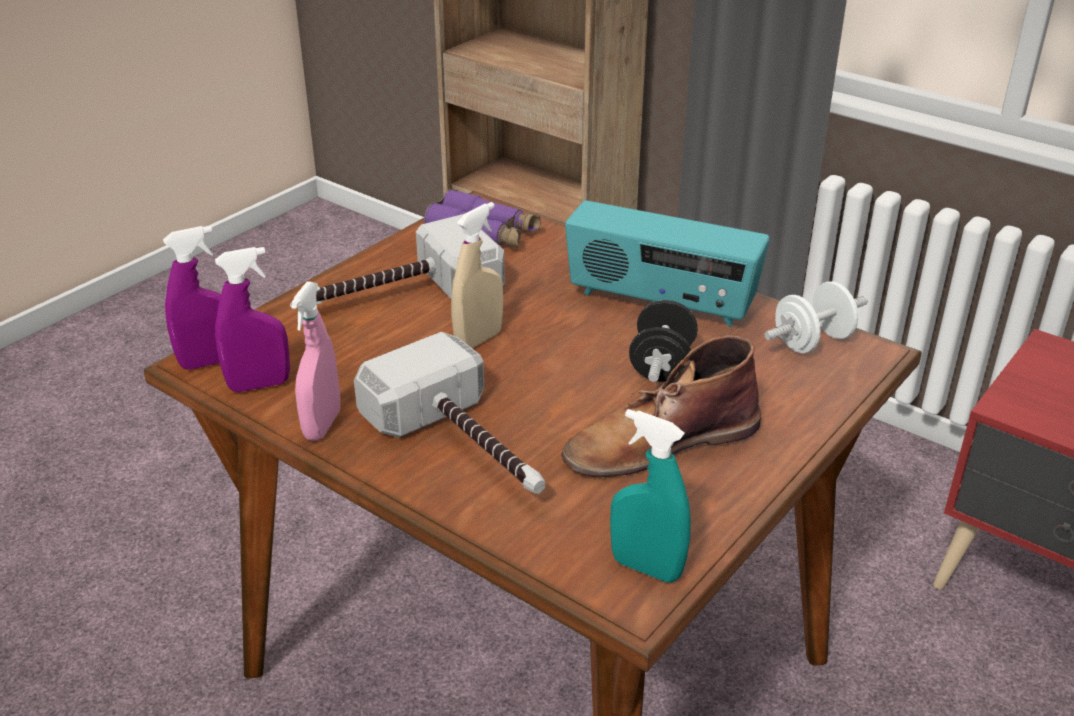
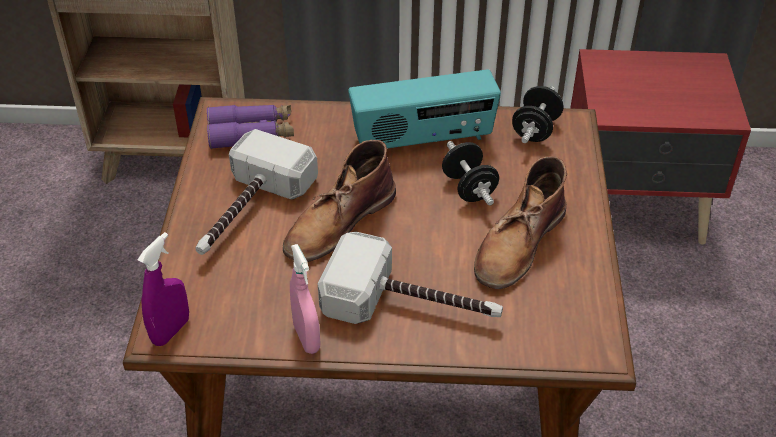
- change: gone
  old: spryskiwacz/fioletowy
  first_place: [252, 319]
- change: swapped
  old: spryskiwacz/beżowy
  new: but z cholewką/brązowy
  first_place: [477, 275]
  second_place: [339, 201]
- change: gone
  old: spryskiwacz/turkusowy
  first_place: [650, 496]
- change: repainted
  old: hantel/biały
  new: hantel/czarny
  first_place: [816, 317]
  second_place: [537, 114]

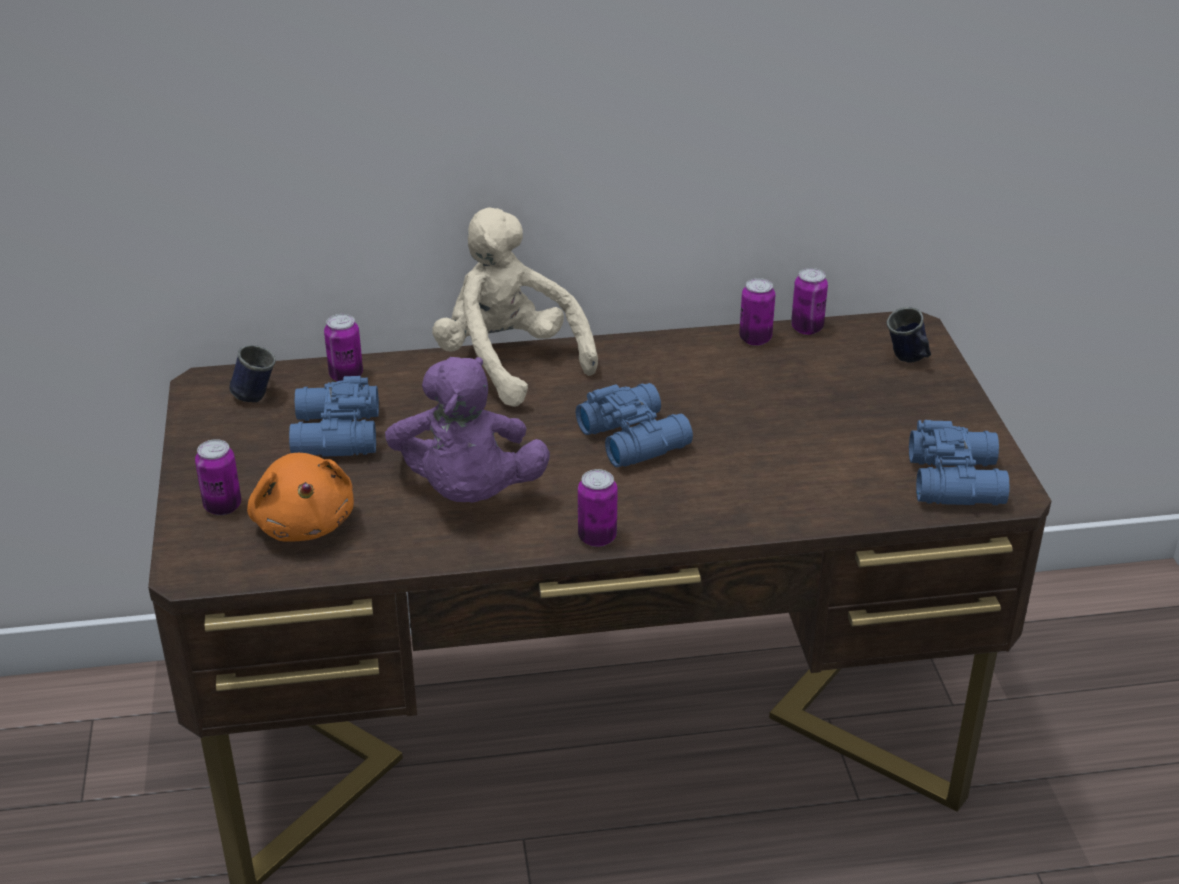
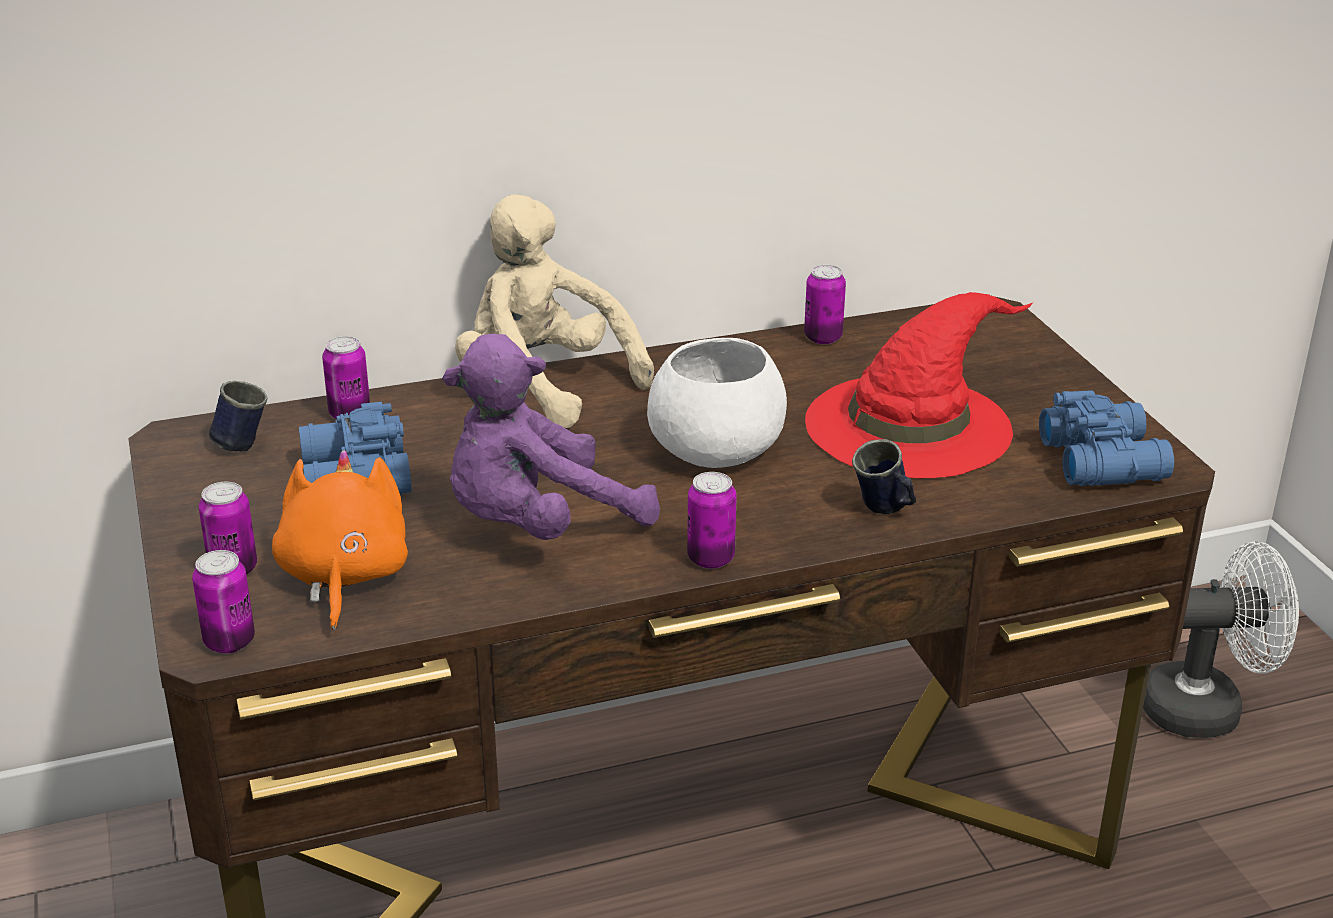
- change: rotated
  old: pluszak/pomarańczowy
  first_place: [300, 497]
  second_place: [340, 540]
  degrees: -150
- change: rotated
  old: pluszak/fioletowy
  first_place: [467, 430]
  second_place: [551, 437]
  degrees: 75
- change: swapped
  old: lornetka/niebieski
  new: miska/biały
  first_place: [634, 425]
  second_place: [717, 403]
- change: shifted
  old: puszka
  first_place: [809, 301]
  second_place: [223, 601]
- change: shifted
  old: kubek/niebieski
  first_place: [909, 335]
  second_place: [884, 476]
- change: new
  new: kapelusz/czerwony
  second_place: [919, 385]
- change: new
  new: wentylator/biały
  second_place: [1221, 639]

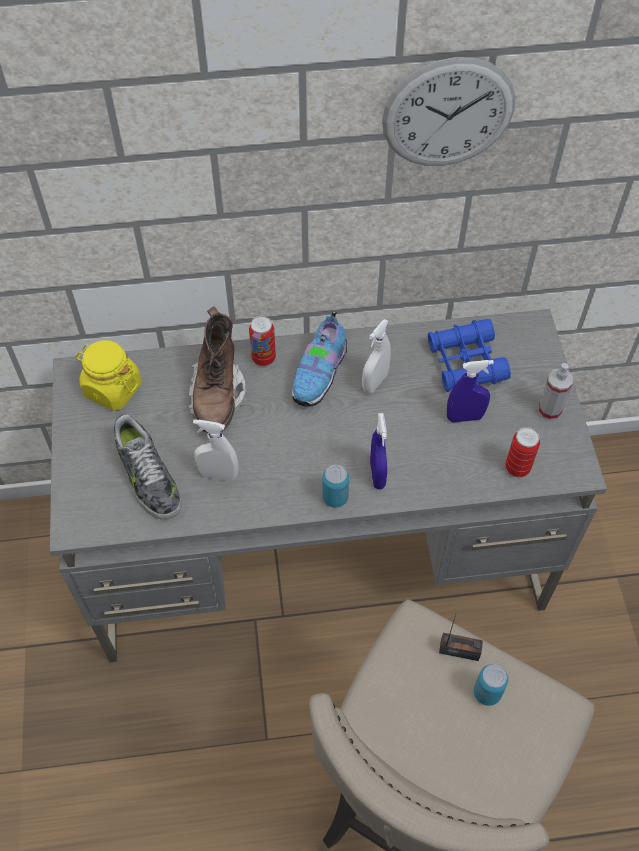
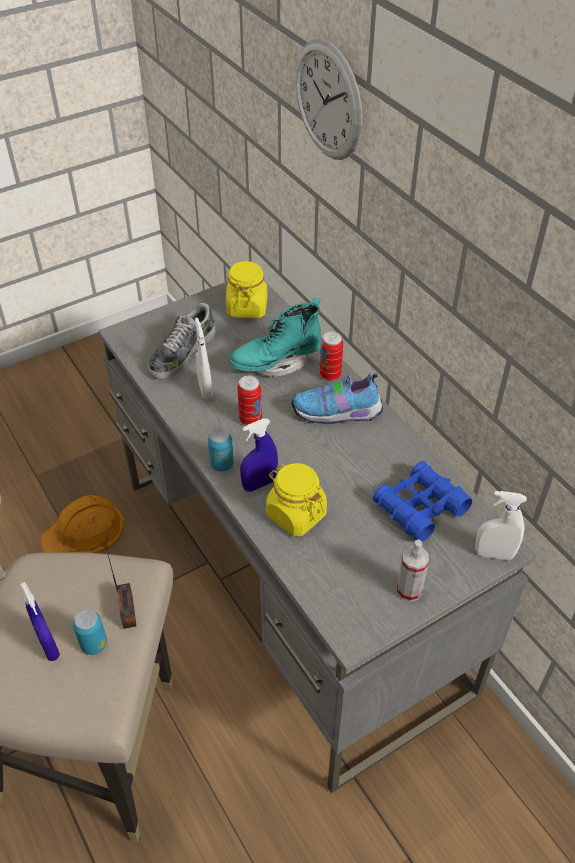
- change: repainted
  old: but z cholewką/brązowy
  new: but z cholewką/turkusowy
  first_place: [217, 370]
  second_place: [275, 337]
- change: shifted
  old: spryskiwacz/biały
  first_place: [376, 356]
  second_place: [501, 525]
- change: shifted
  old: zegar ścienny
  first_place: [448, 111]
  second_place: [328, 99]
- change: shifted
  old: spryskiwacz/niebieski
  first_place: [470, 391]
  second_place: [40, 621]
- change: shifted
  old: puszka
  first_place: [522, 452]
  second_place: [249, 400]
- change: new
  new: kask/pomarańczowy
  second_place: [82, 524]
- change: new
  new: słoik/żółty
  second_place: [296, 499]

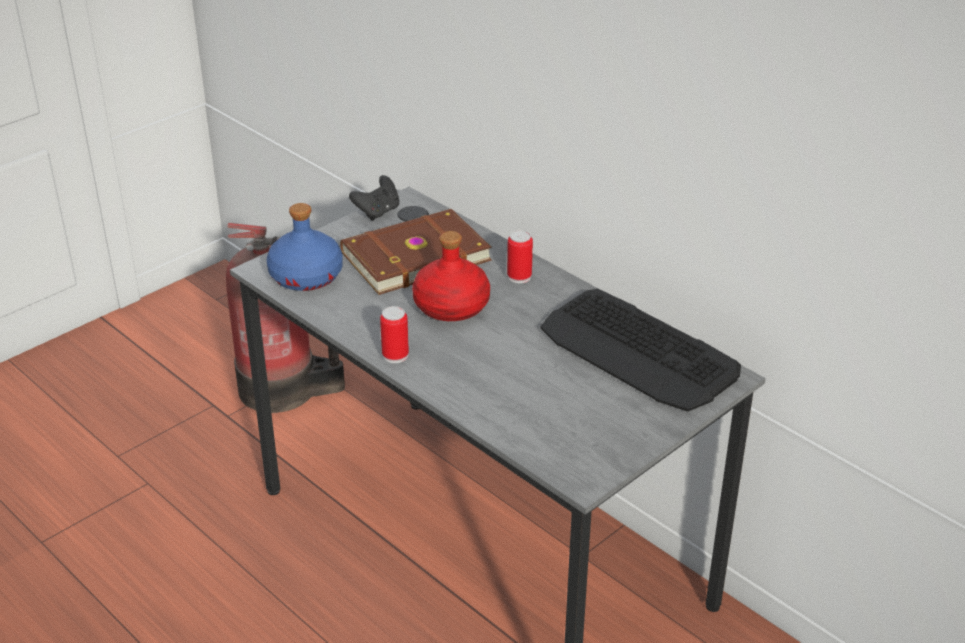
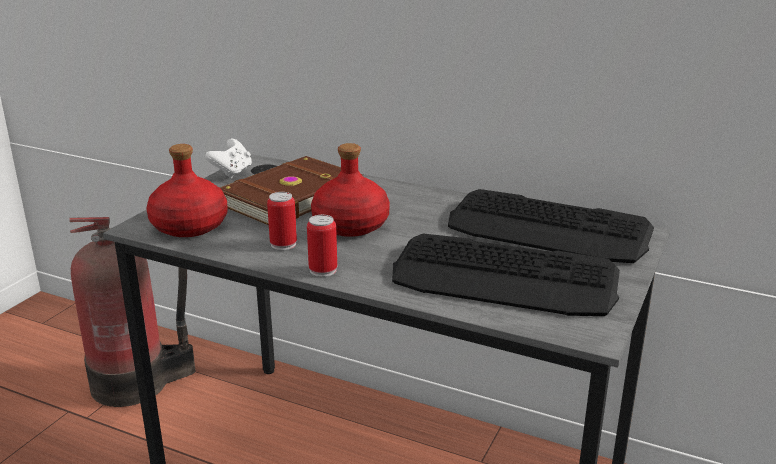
- change: repainted
  old: butelka/niebieski
  new: butelka/czerwony
  first_place: [305, 247]
  second_place: [187, 190]
- change: repainted
  old: pad do gier/czarny
  new: pad do gier/biały
  first_place: [374, 198]
  second_place: [228, 158]
- change: shifted
  old: puszka
  first_place: [520, 256]
  second_place: [282, 221]
- change: new
  new: klawiatura
  second_place: [506, 274]

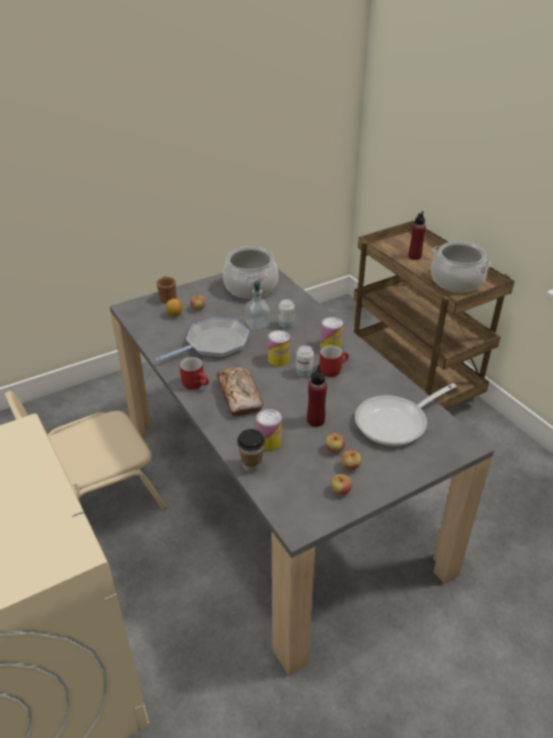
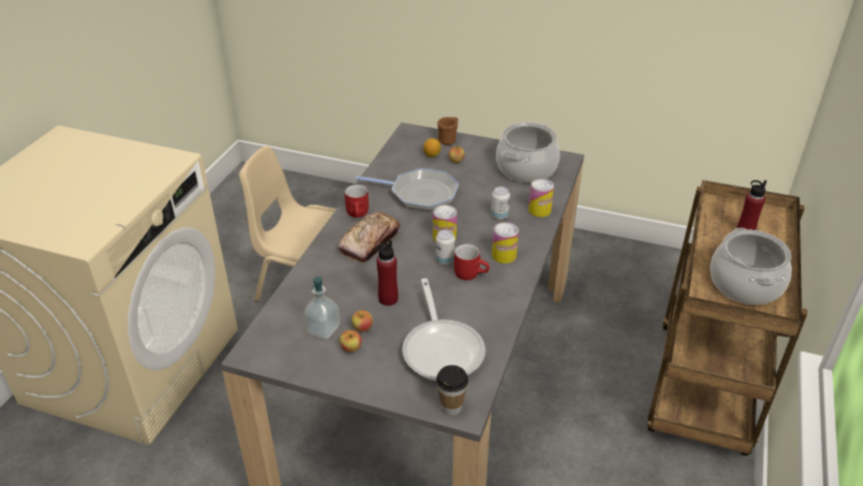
- change: shifted
  old: filiżanka
  first_place: [251, 451]
  second_place: [452, 390]
- change: shifted
  old: dozownik mydła
  first_place: [257, 305]
  second_place: [322, 308]
- change: shifted
  old: puszka
  first_place: [269, 430]
  second_place: [541, 198]
- change: gone
  old: jabłko
  first_place: [341, 485]
- change: rotated
  old: patelnia
  first_place: [406, 414]
  second_place: [444, 329]
  degrees: -120

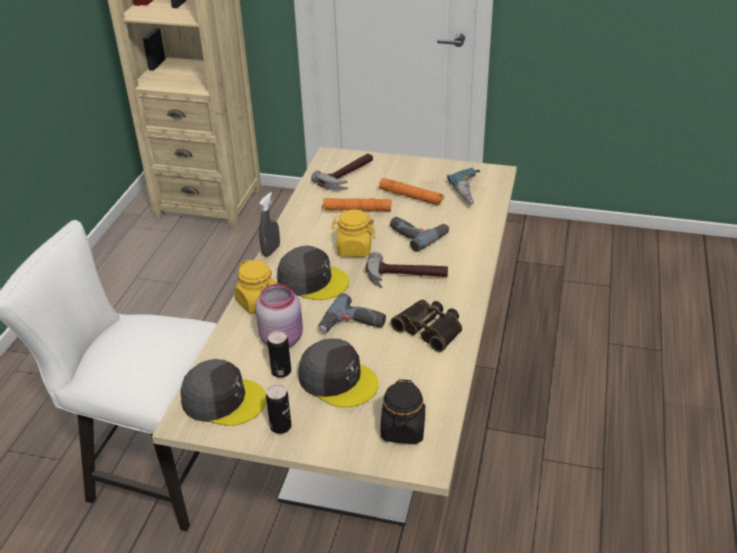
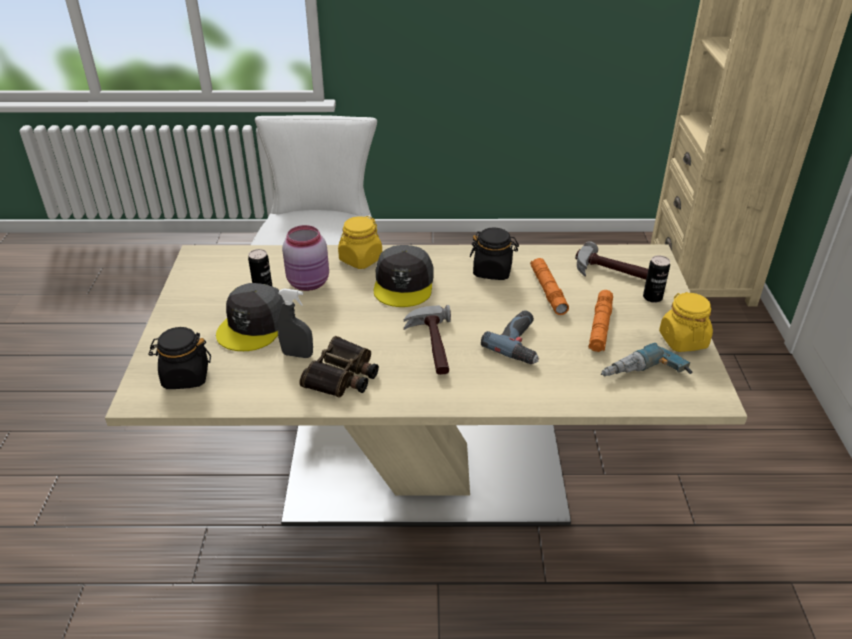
- change: gone
  old: czapka z daszkiem/szary
  first_place: [223, 392]
- change: shifted
  old: spryskiwacz/szary
  first_place: [269, 224]
  second_place: [295, 323]
- change: shifted
  old: puszka
  first_place: [279, 409]
  second_place: [656, 279]
- change: gone
  old: wiertarka
  first_place: [352, 313]
- change: shifted
  old: słoik/żółty
  first_place: [353, 233]
  second_place: [686, 322]
- change: new
  new: słoik/czarny
  second_place: [494, 253]

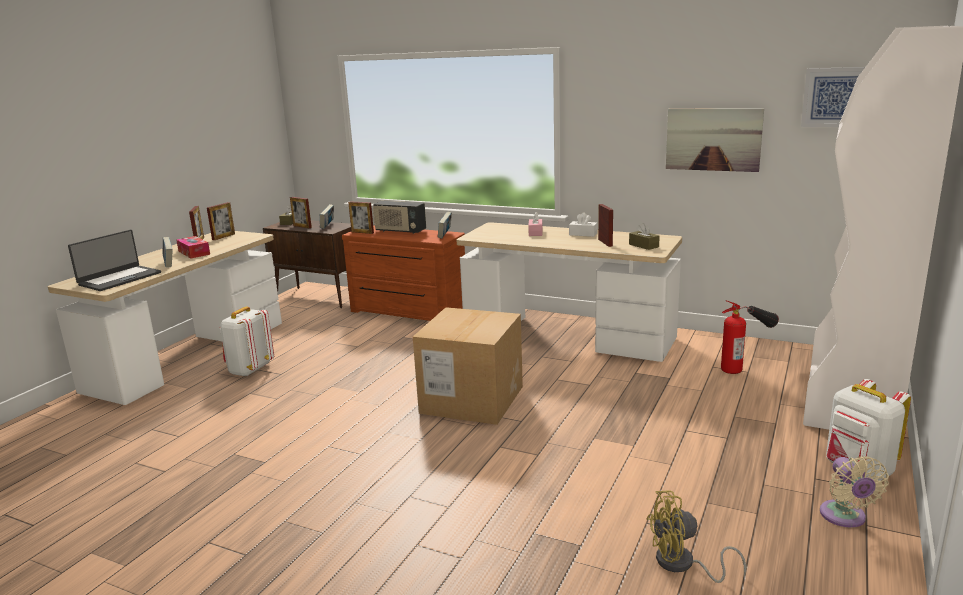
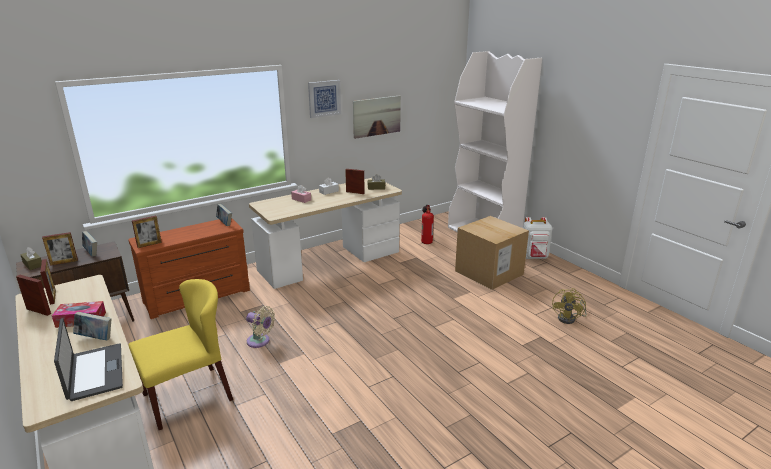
- change: swapped
  old: plecak/biały
  new: krzesło/żółty
  first_place: [247, 341]
  second_place: [180, 354]
- change: gone
  old: radio
  first_place: [399, 217]
- change: shifted
  old: karton
  first_place: [468, 366]
  second_place: [492, 253]
- change: shifted
  old: obraz
  first_place: [833, 97]
  second_place: [324, 99]
- change: shifted
  old: wentylator/beżowy
  first_place: [854, 492]
  second_place: [260, 327]

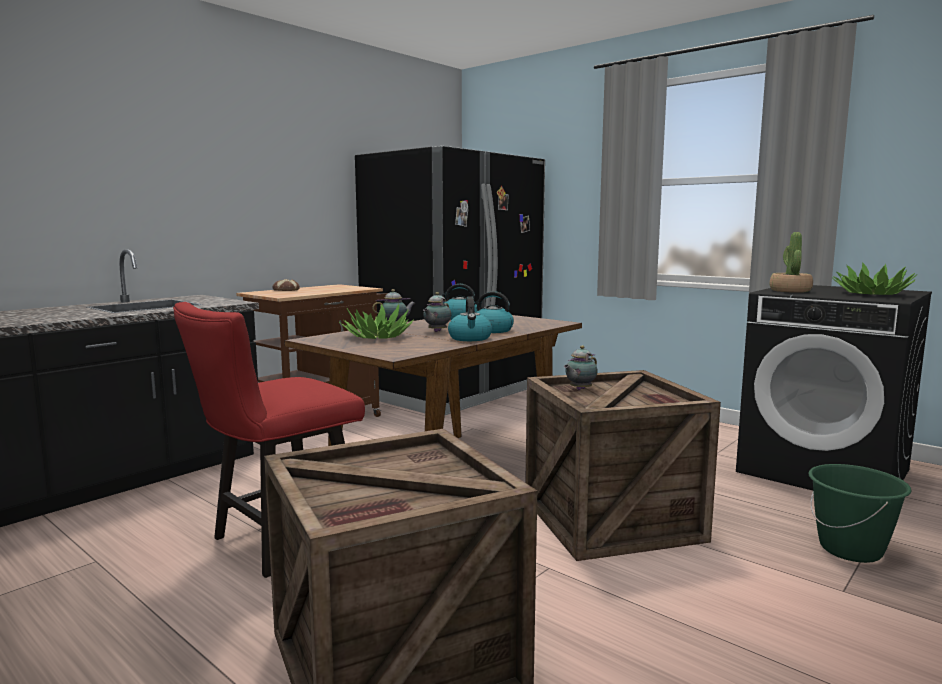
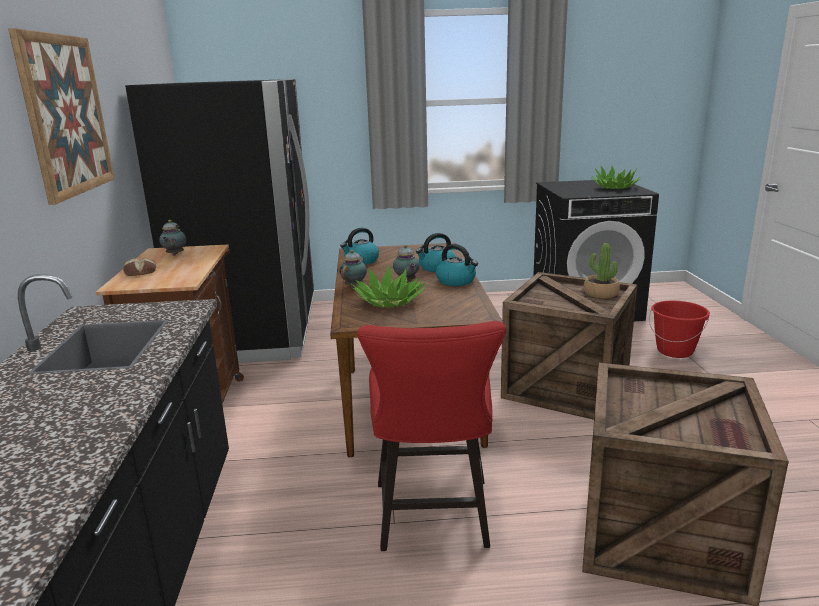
- change: shifted
  old: imbryk
  first_place: [581, 368]
  second_place: [172, 238]
- change: shifted
  old: roślina doniczkowa
  first_place: [791, 262]
  second_place: [601, 270]
- change: repainted
  old: wiadro/zielony
  new: wiadro/czerwony
  first_place: [860, 513]
  second_place: [679, 329]
- change: new
  new: obraz
  second_place: [61, 116]

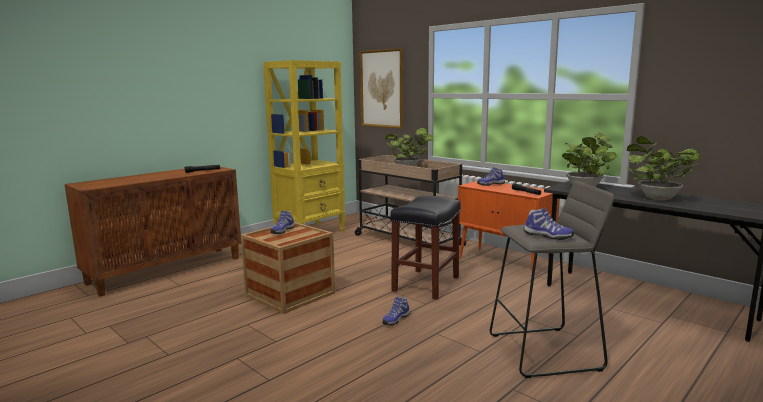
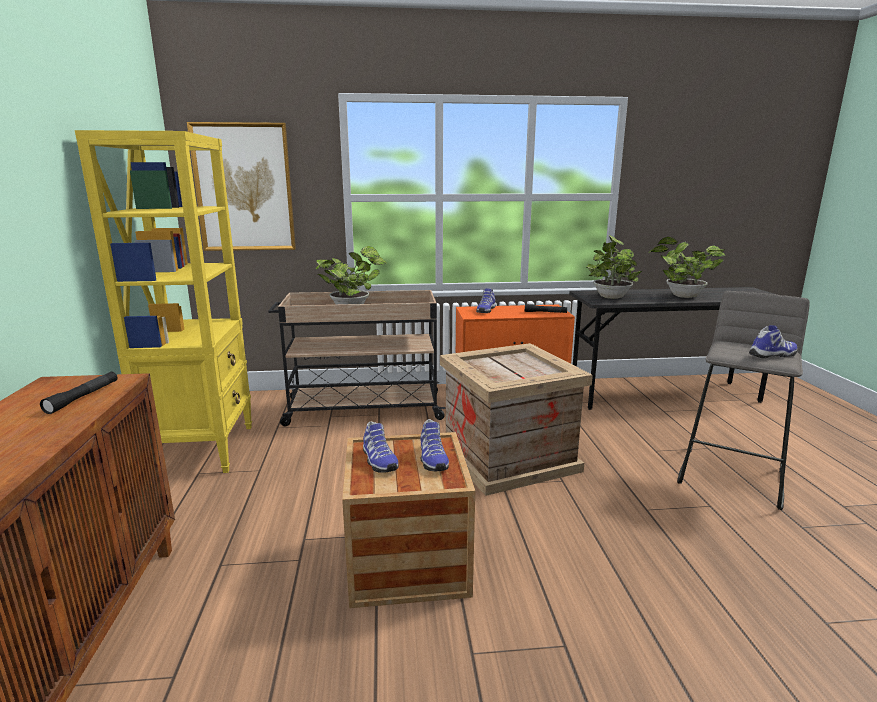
- change: shifted
  old: but
  first_place: [396, 311]
  second_place: [434, 445]
- change: swapped
  old: stołek/czarny
  new: skrzynka
  first_place: [425, 248]
  second_place: [516, 419]

